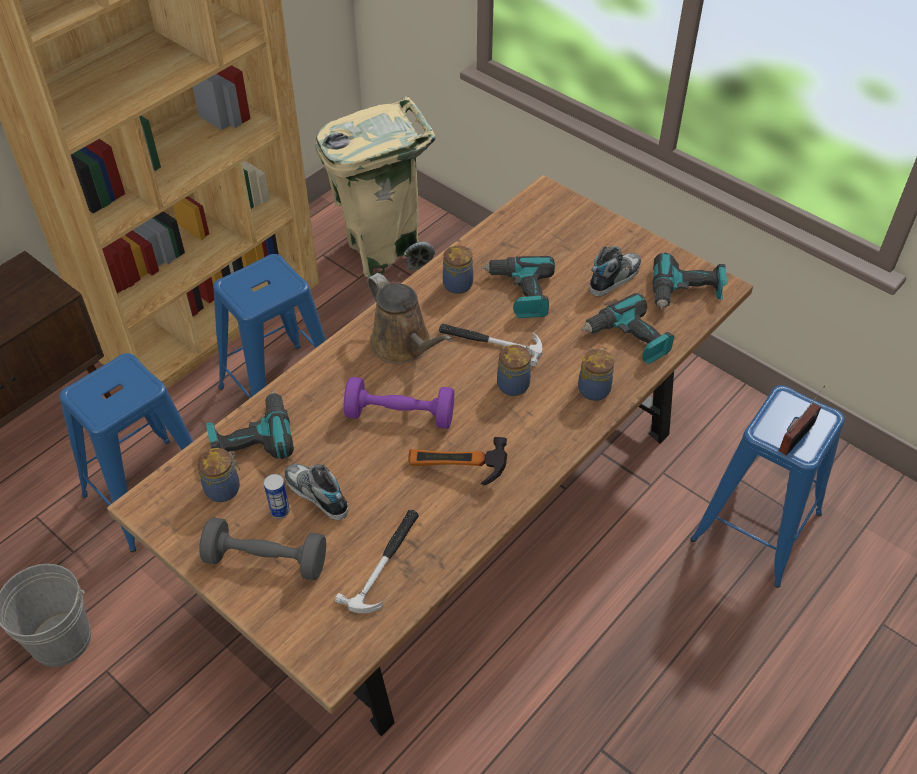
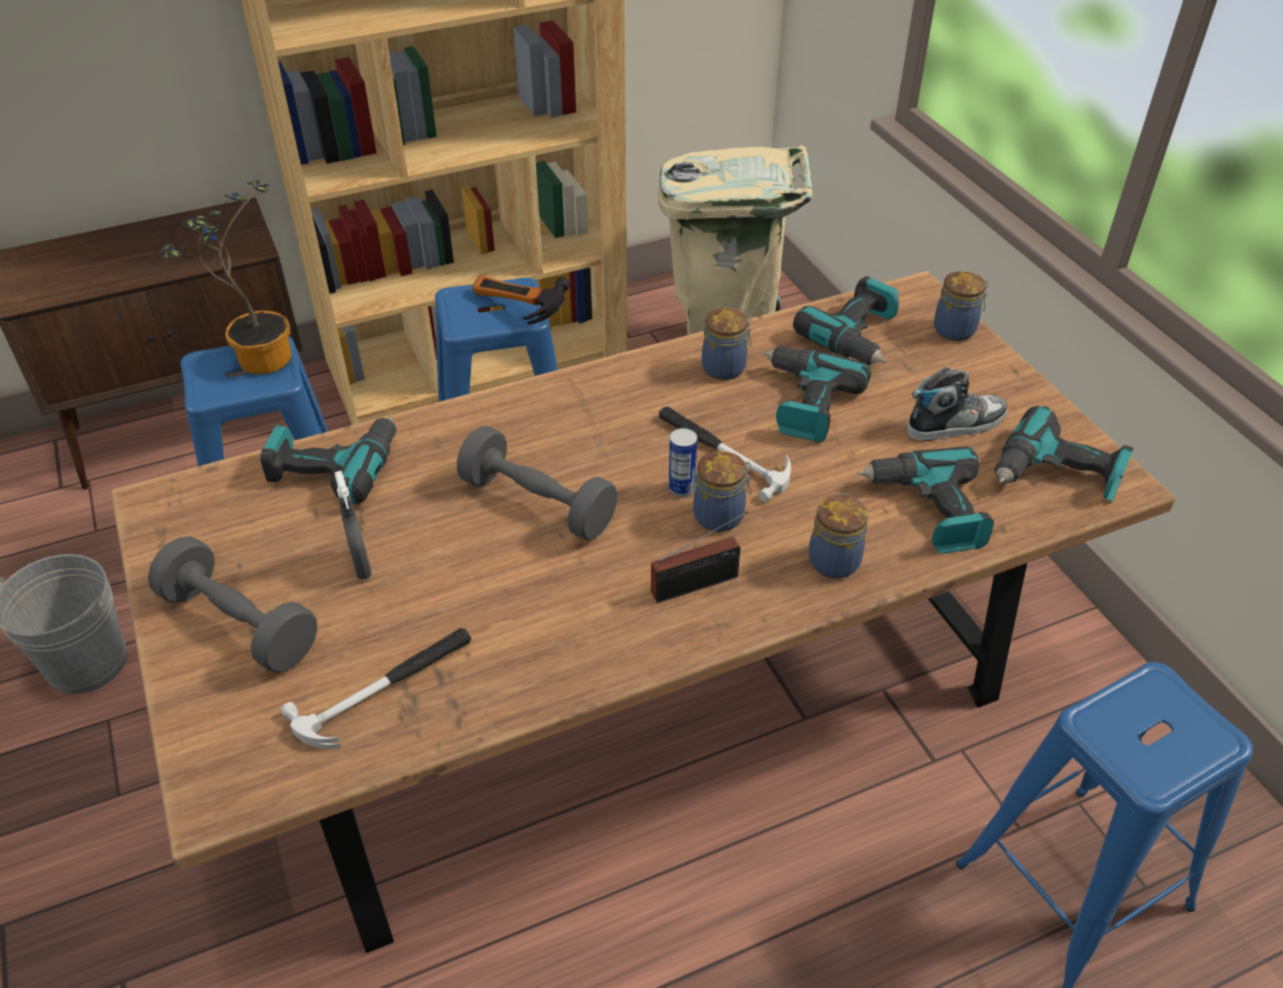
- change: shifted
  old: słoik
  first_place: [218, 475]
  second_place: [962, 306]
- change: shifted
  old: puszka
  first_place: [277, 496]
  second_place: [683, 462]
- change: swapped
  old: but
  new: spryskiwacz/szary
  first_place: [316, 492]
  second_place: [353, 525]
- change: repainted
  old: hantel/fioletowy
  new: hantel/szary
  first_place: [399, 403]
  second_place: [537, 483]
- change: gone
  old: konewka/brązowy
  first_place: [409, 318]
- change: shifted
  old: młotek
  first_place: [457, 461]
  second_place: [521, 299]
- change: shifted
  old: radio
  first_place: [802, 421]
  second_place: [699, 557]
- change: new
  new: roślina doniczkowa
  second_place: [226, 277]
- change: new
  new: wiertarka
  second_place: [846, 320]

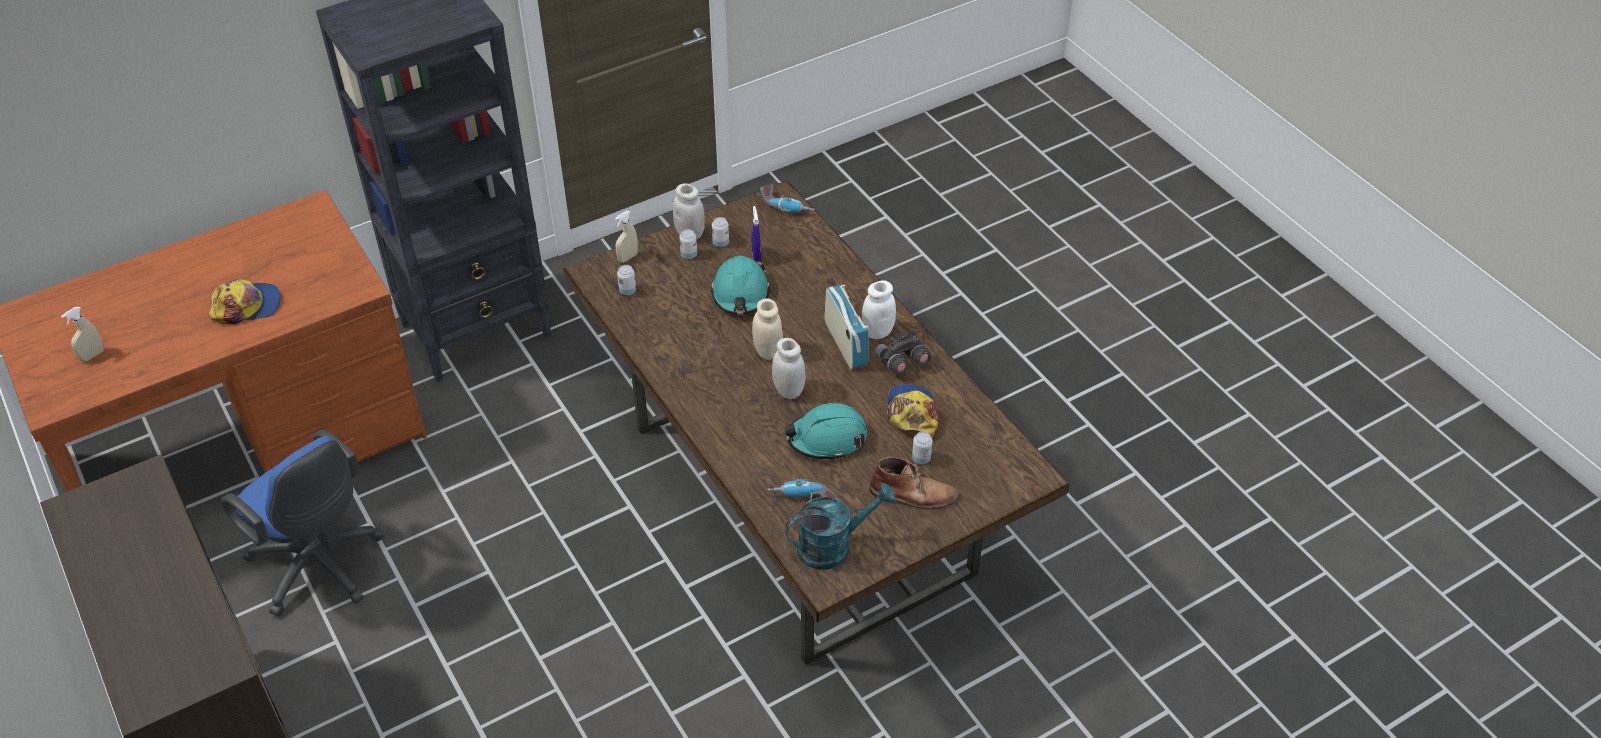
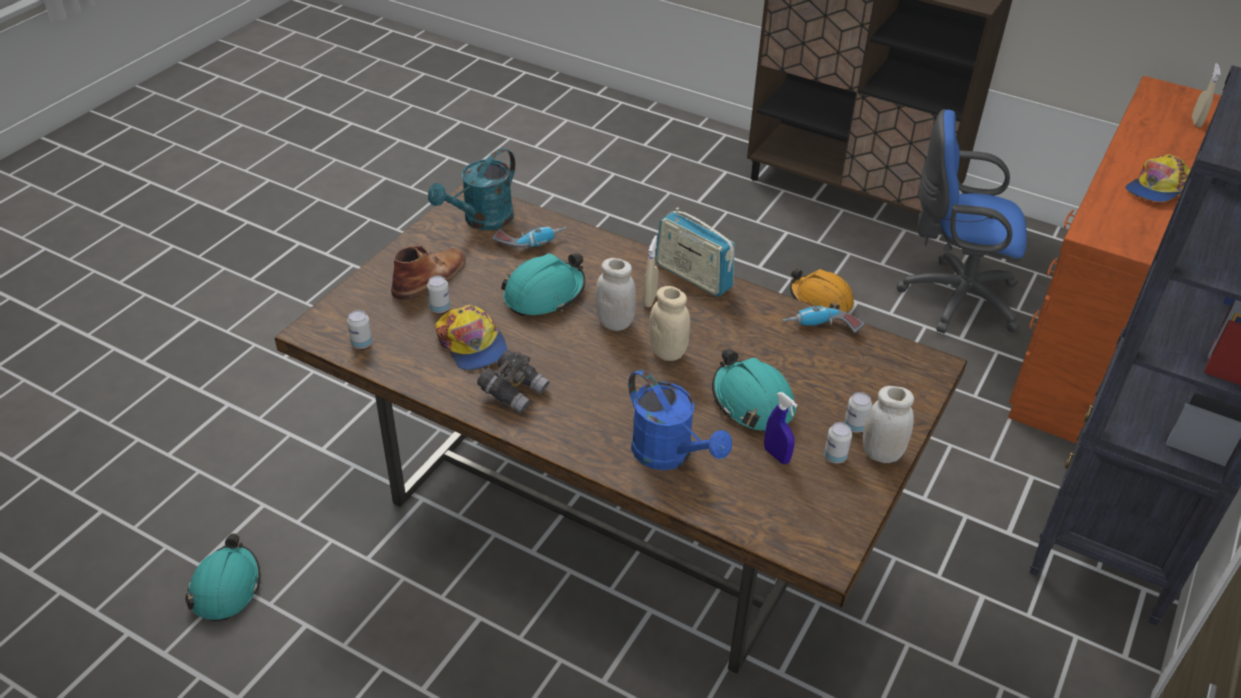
- change: shifted
  old: spryskiwacz/beżowy
  first_place: [626, 237]
  second_place: [650, 271]
- change: shifted
  old: puszka
  first_place: [626, 280]
  second_place: [360, 329]
- change: shifted
  old: wiertarka
  first_place: [787, 199]
  second_place: [823, 319]
- change: shifted
  old: radio
  first_place: [846, 326]
  second_place: [694, 251]
- change: gone
  old: słoik/biały
  first_place: [879, 310]
- change: rotated
  old: but z cholewką/brązowy
  first_place: [913, 482]
  second_place: [428, 272]
  degrees: 150
- change: new
  new: kask/turkusowy
  second_place: [223, 577]
- change: new
  new: konewka/niebieski
  second_place: [680, 419]
- change: new
  new: kask/pomarańczowy
  second_place: [822, 291]

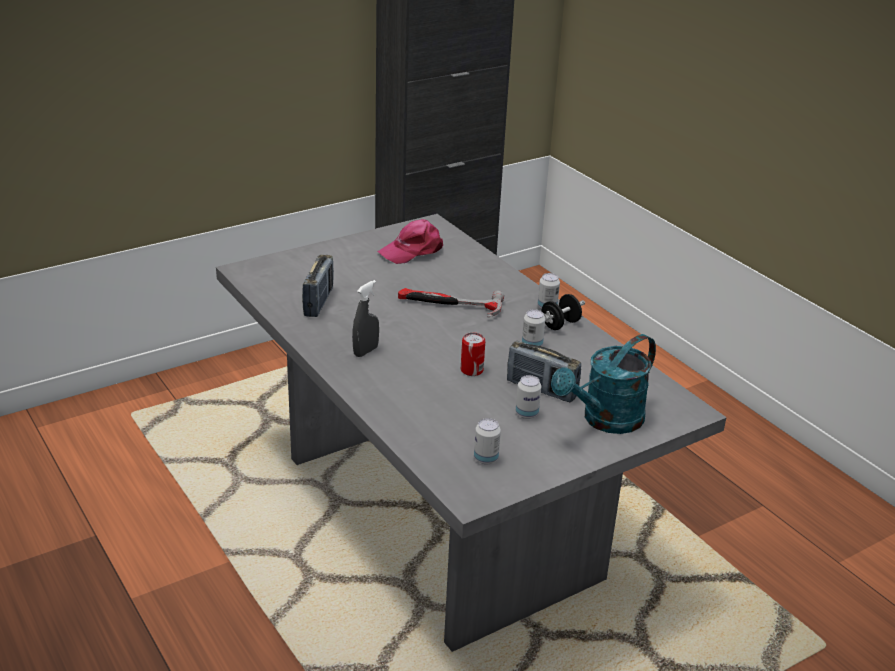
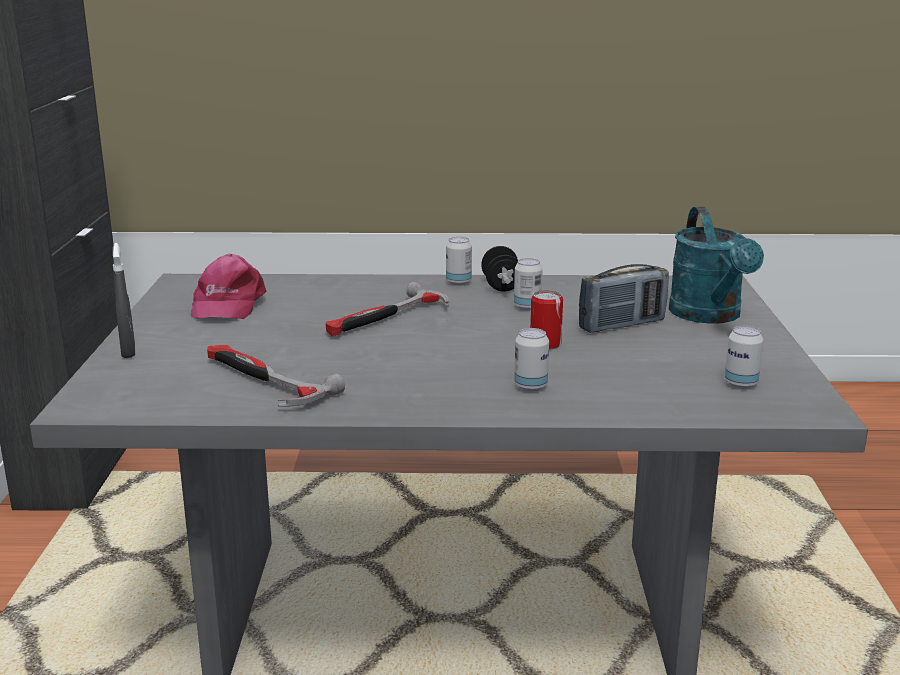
- change: swapped
  old: radio
  new: młotek
  first_place: [318, 286]
  second_place: [276, 376]
- change: shifted
  old: spryskiwacz/szary
  first_place: [365, 318]
  second_place: [124, 300]
- change: shifted
  old: puszka
  first_place: [528, 397]
  second_place: [531, 359]

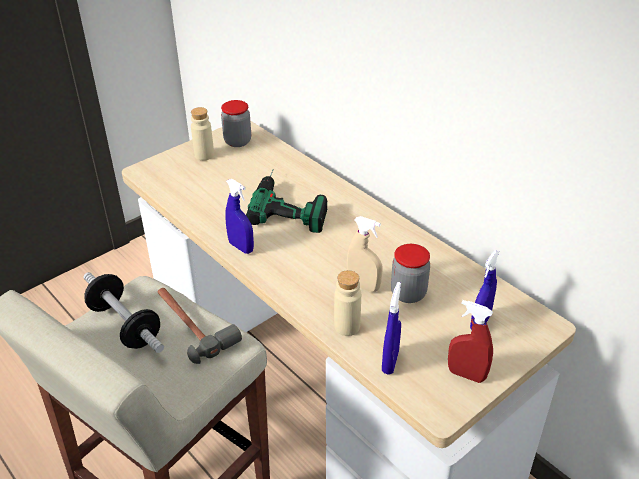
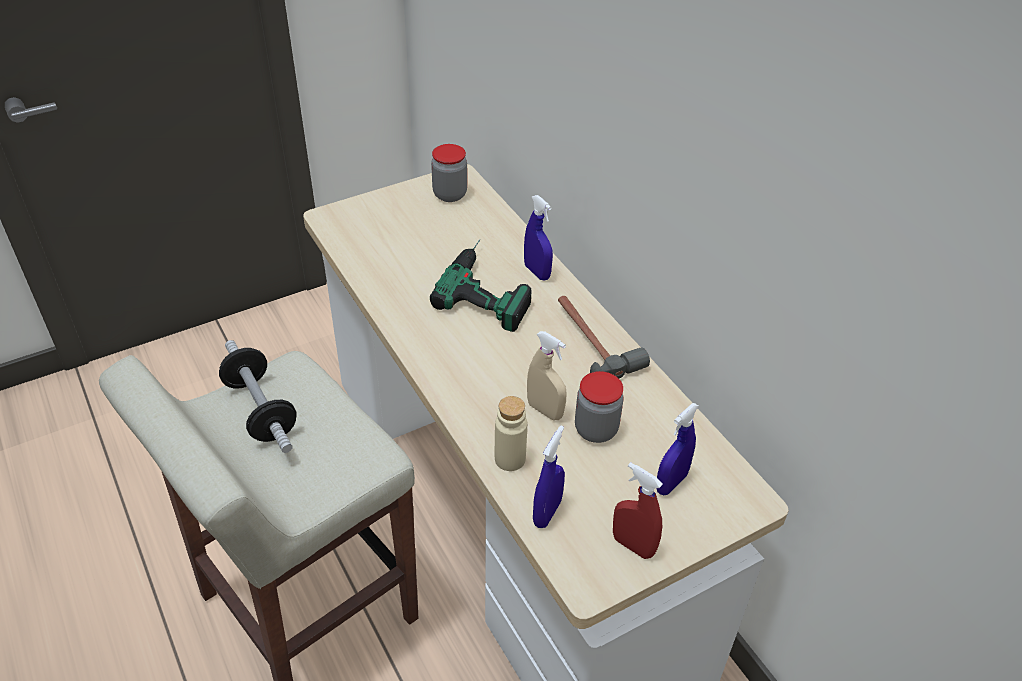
- change: shifted
  old: młotek
  first_place: [199, 326]
  second_place: [604, 337]
- change: gone
  old: butelka/beżowy
  first_place: [202, 134]
- change: shifted
  old: spryskiwacz/niebieski
  first_place: [239, 216]
  second_place: [538, 237]

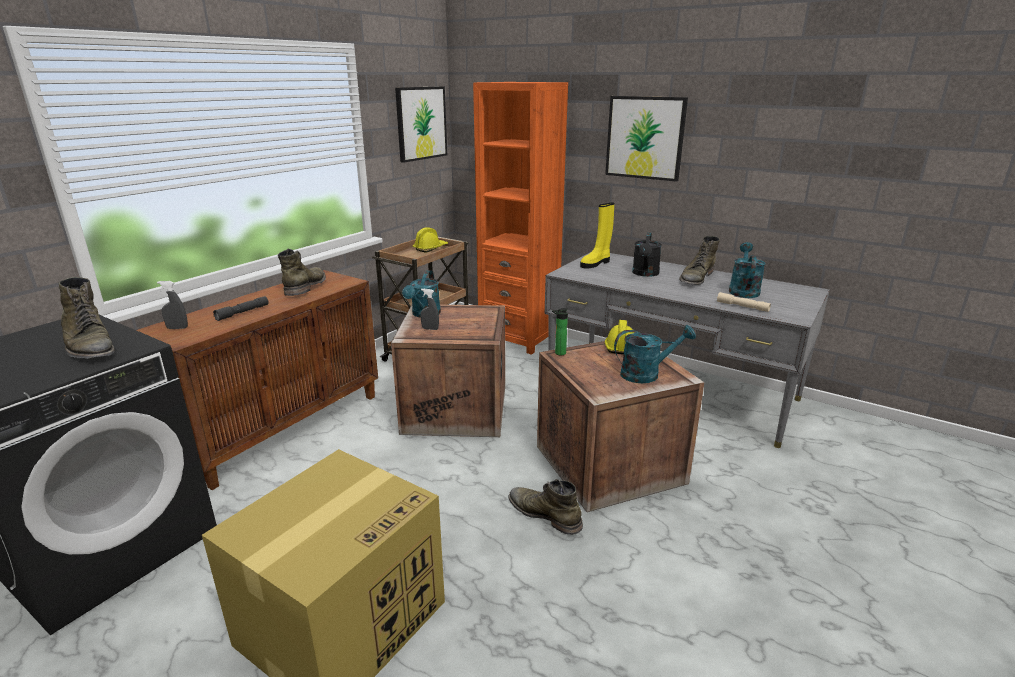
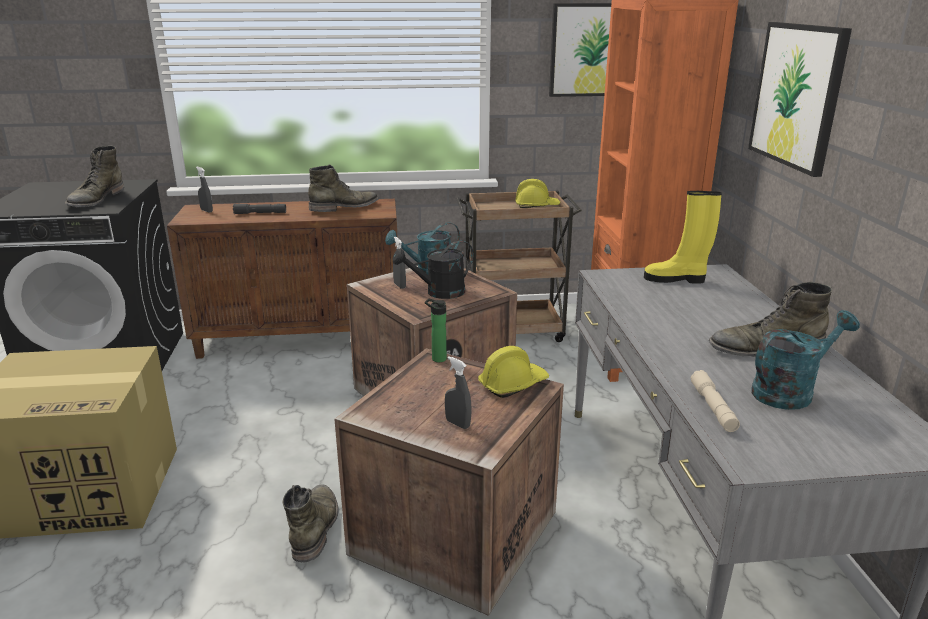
- change: swapped
  old: konewka/turkusowy
  new: spryskiwacz/szary
  first_place: [655, 354]
  second_place: [458, 392]
- change: shifted
  old: konewka/czarny
  first_place: [647, 254]
  second_place: [433, 269]

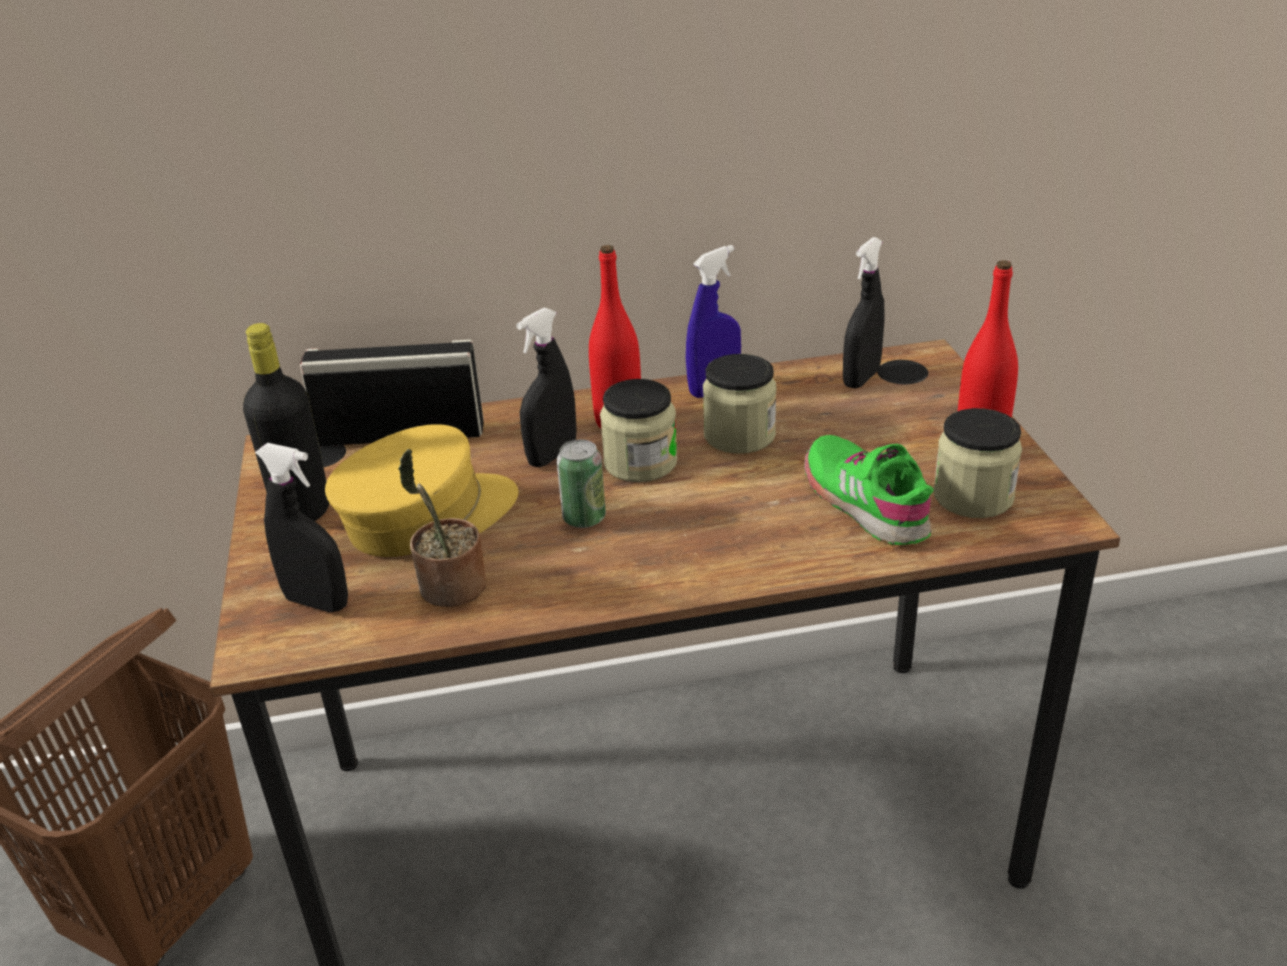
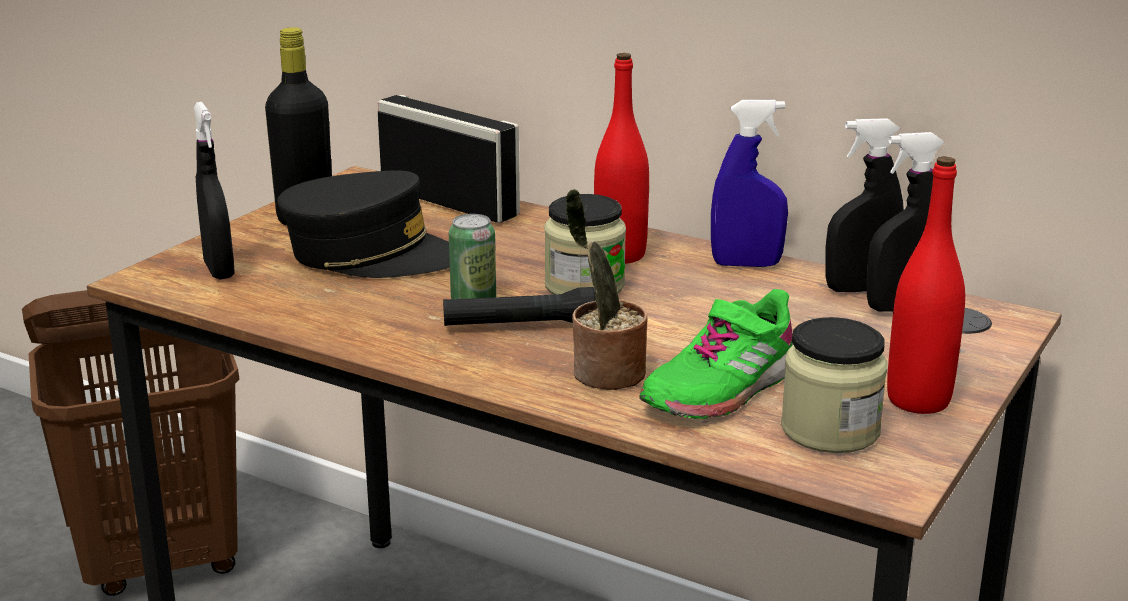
- change: repainted
  old: czapka z daszkiem/żółty
  new: czapka z daszkiem/czarny
  first_place: [422, 490]
  second_place: [363, 224]
- change: shifted
  old: roślina doniczkowa
  first_place: [442, 528]
  second_place: [606, 289]
- change: shifted
  old: spryskiwacz/czarny
  first_place: [546, 387]
  second_place: [864, 205]
- change: gone
  old: słoik
  first_place: [740, 404]
- change: rotated
  old: but/zielony
  first_place: [868, 490]
  second_place: [716, 354]
  degrees: -150
- change: new
  new: latarka/czarny
  second_place: [519, 306]

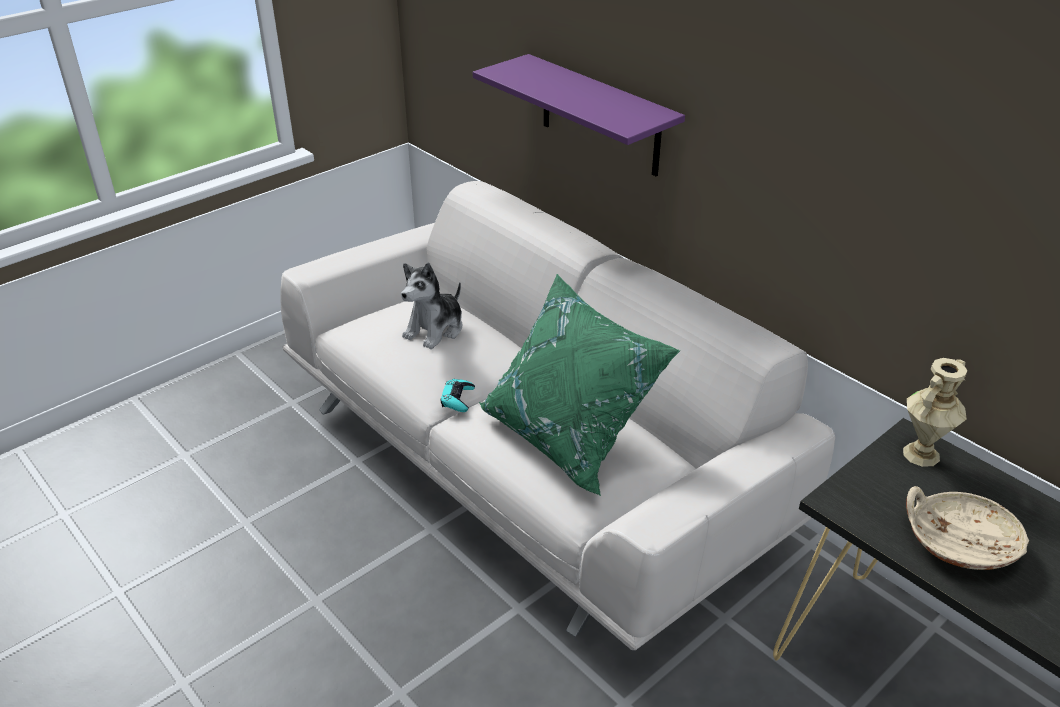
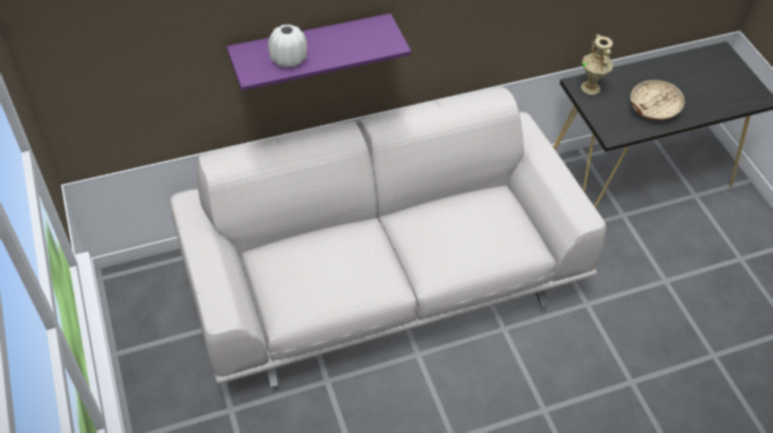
- change: gone
  old: pluszak
  first_place: [431, 306]
- change: gone
  old: pad do gier/turkusowy
  first_place: [457, 395]
- change: gone
  old: poduszka/zielony
  first_place: [579, 385]
- change: new
  new: wazon/biały
  second_place: [287, 45]

